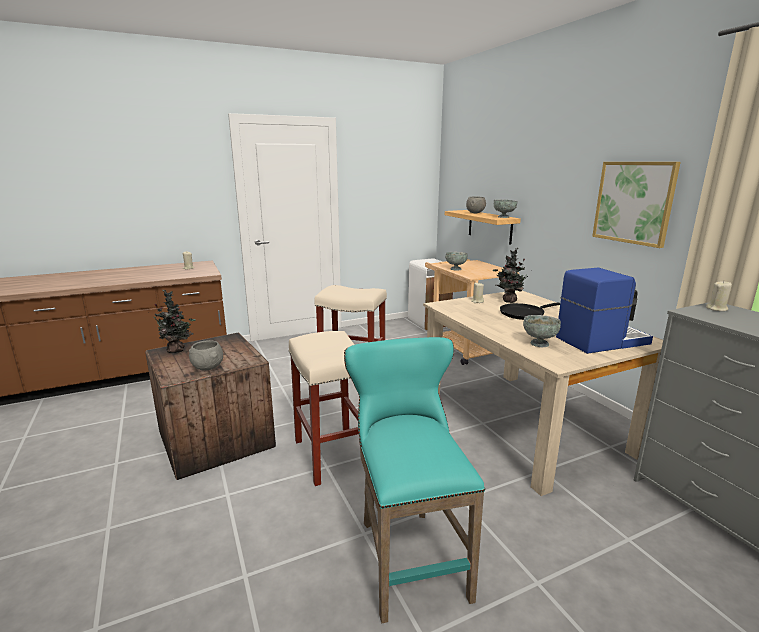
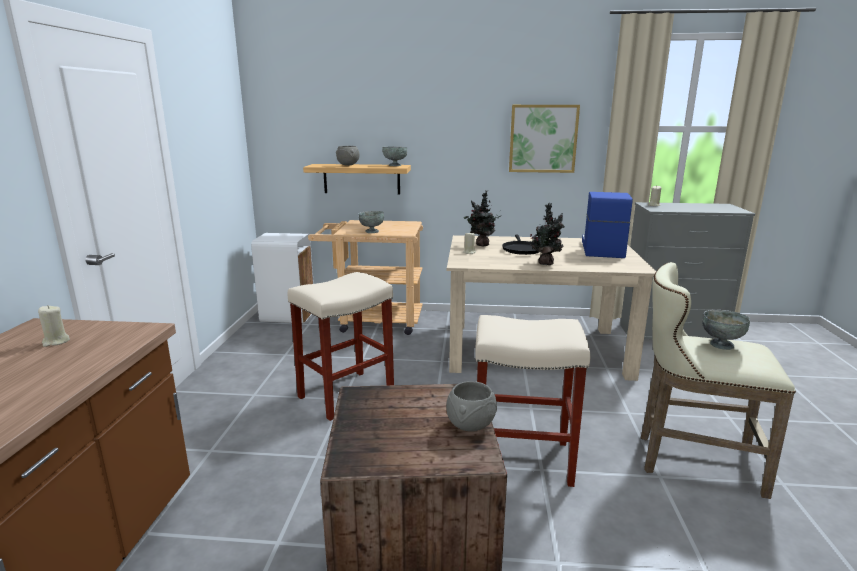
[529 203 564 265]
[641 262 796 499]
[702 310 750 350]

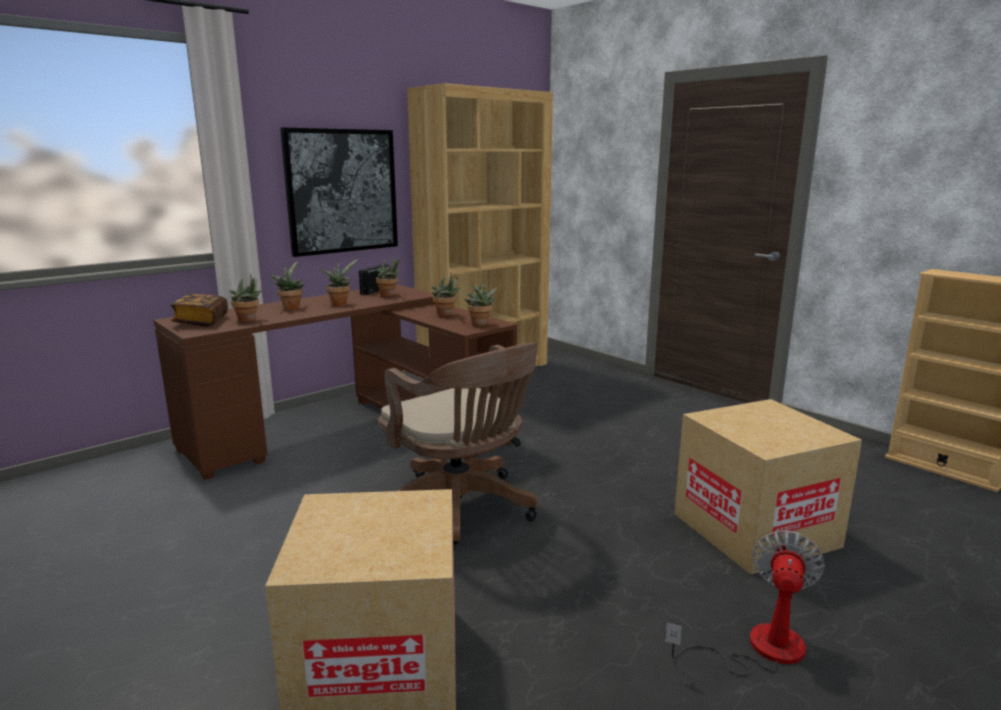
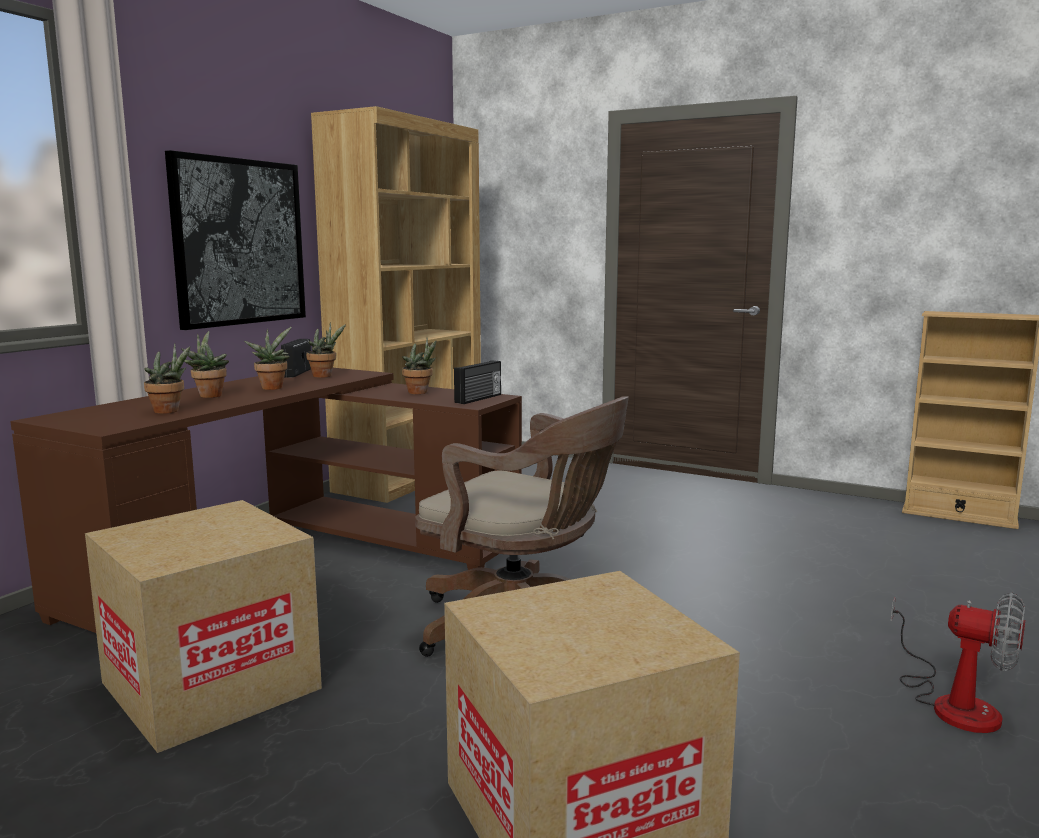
[170 294 228 326] (first image)
[454 360 501 404]
[891 592 1025 733]
[85 500 322 753]

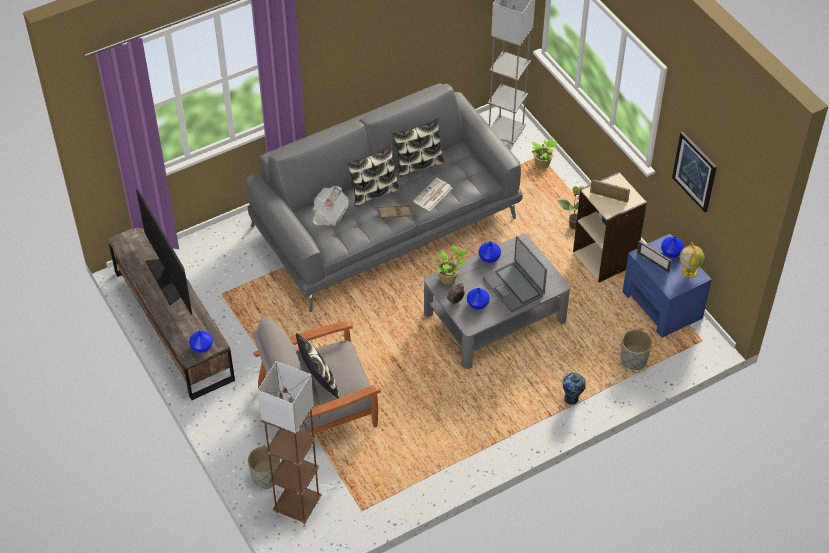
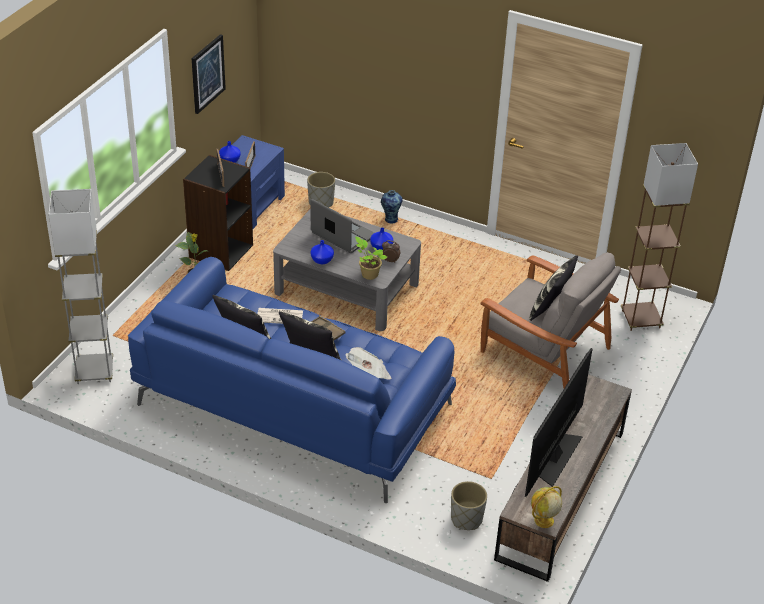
[189 331 213 353] (first image)
[128 257 456 503]
[451 481 487 530]
[311 199 374 253]
[532 137 557 168] (first image)
[183 155 253 271]
[531 486 562 528]

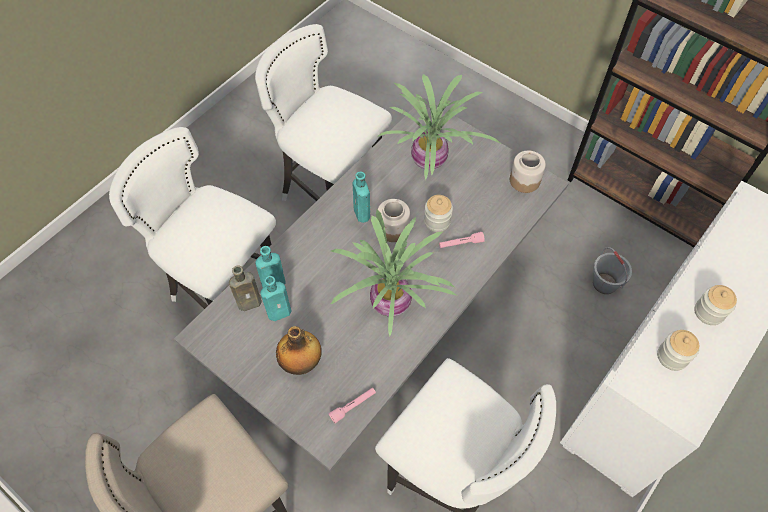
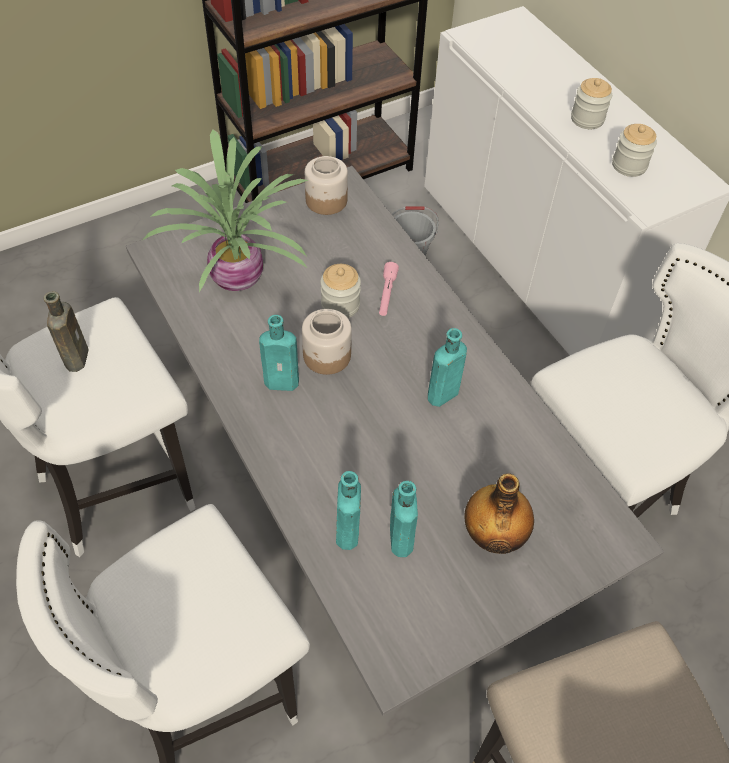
[44 291 89 372]
[329 388 376 424] (first image)
[428 328 467 407]

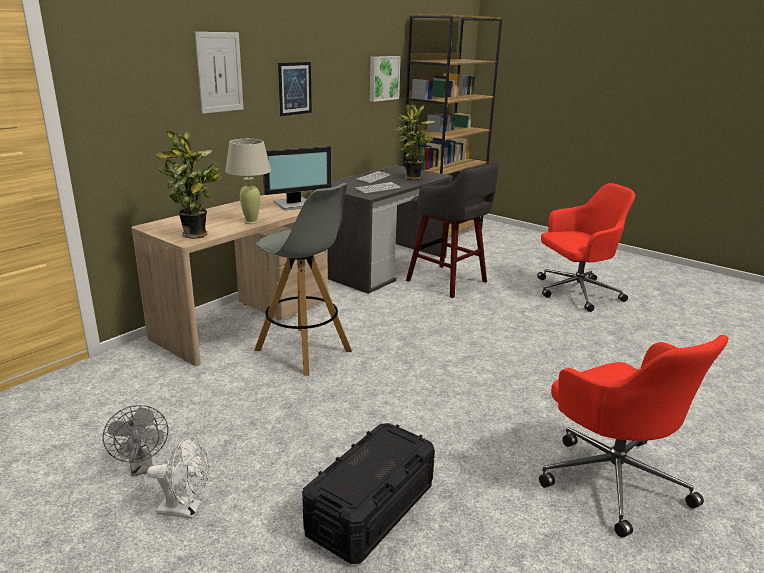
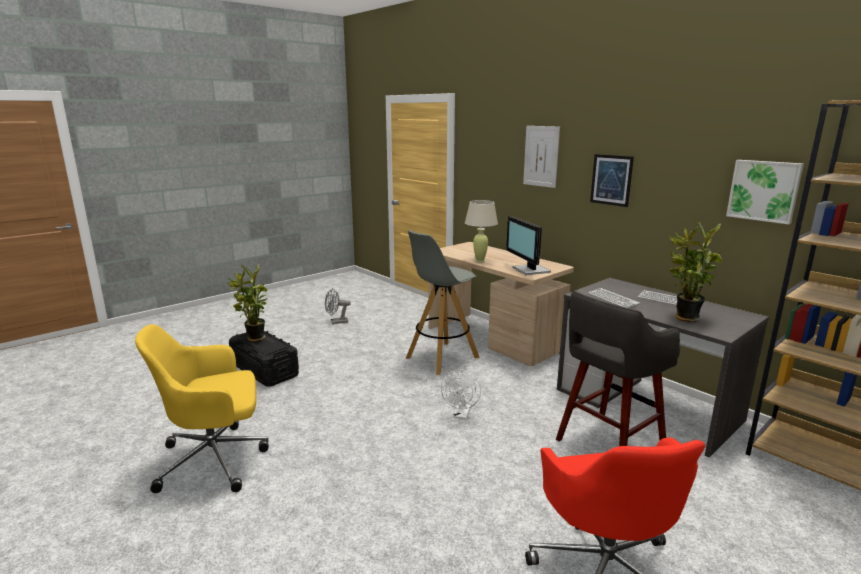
[441 369 481 419]
[227 263 268 342]
[135 324 269 493]

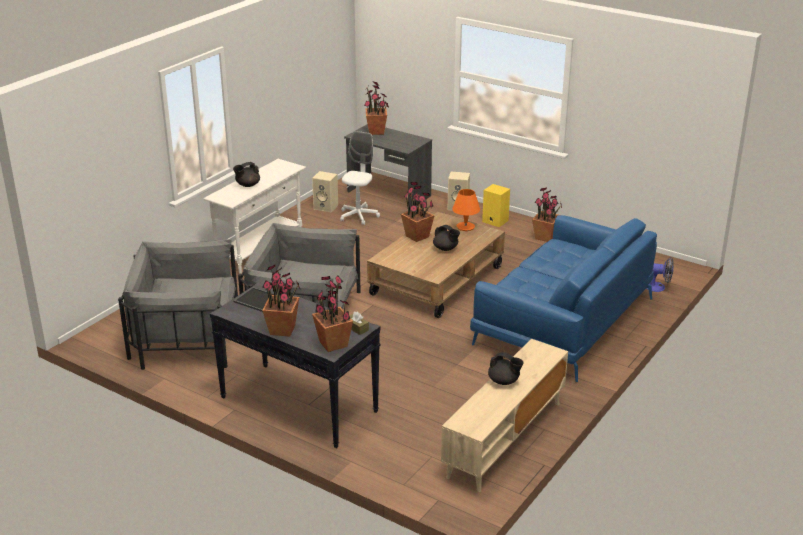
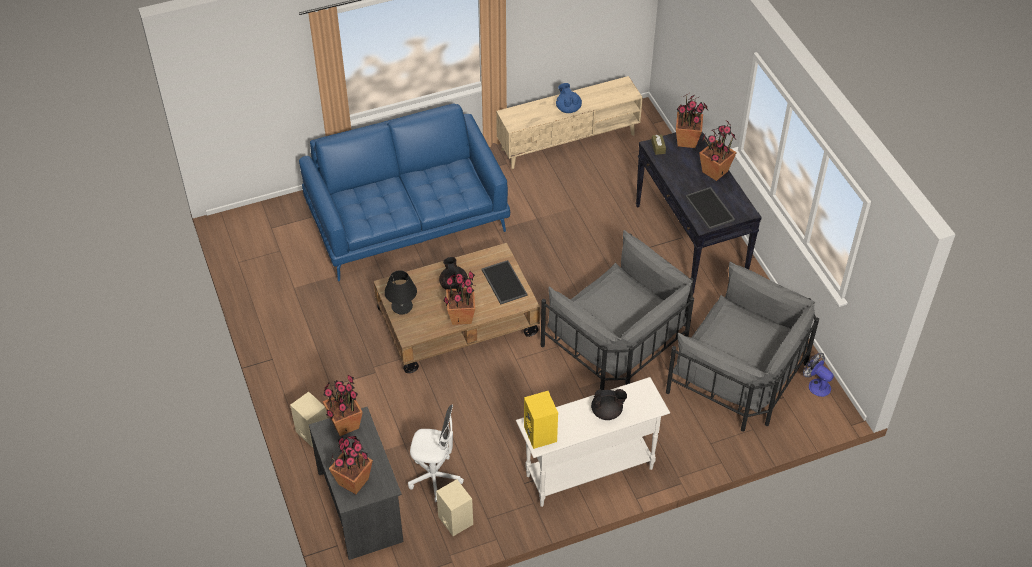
[408 405 464 502]
[384 270 417 315]
[524 391 558 449]
[556 83 582 113]
[323 374 363 436]
[803 353 834 397]
[481 260 528 305]

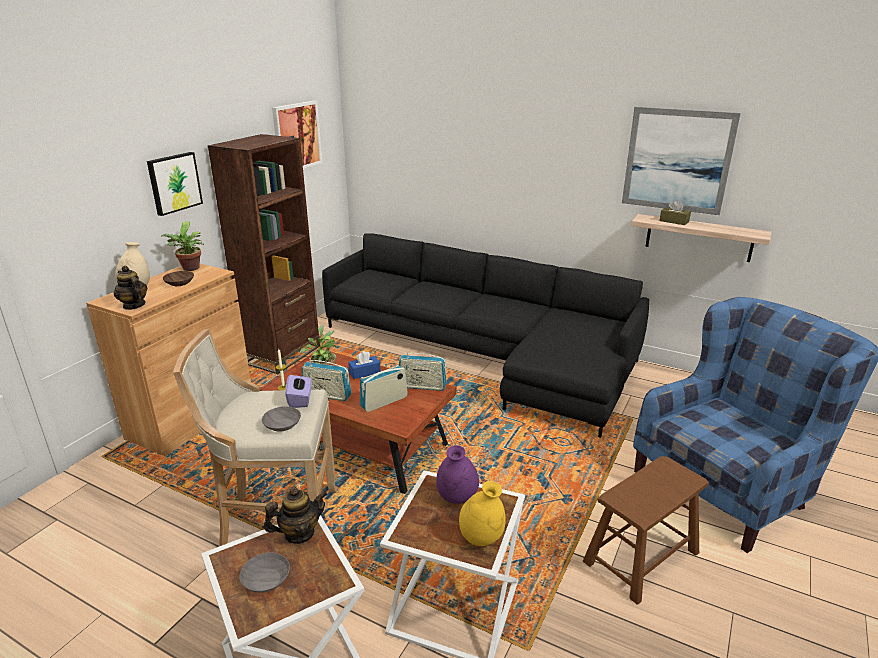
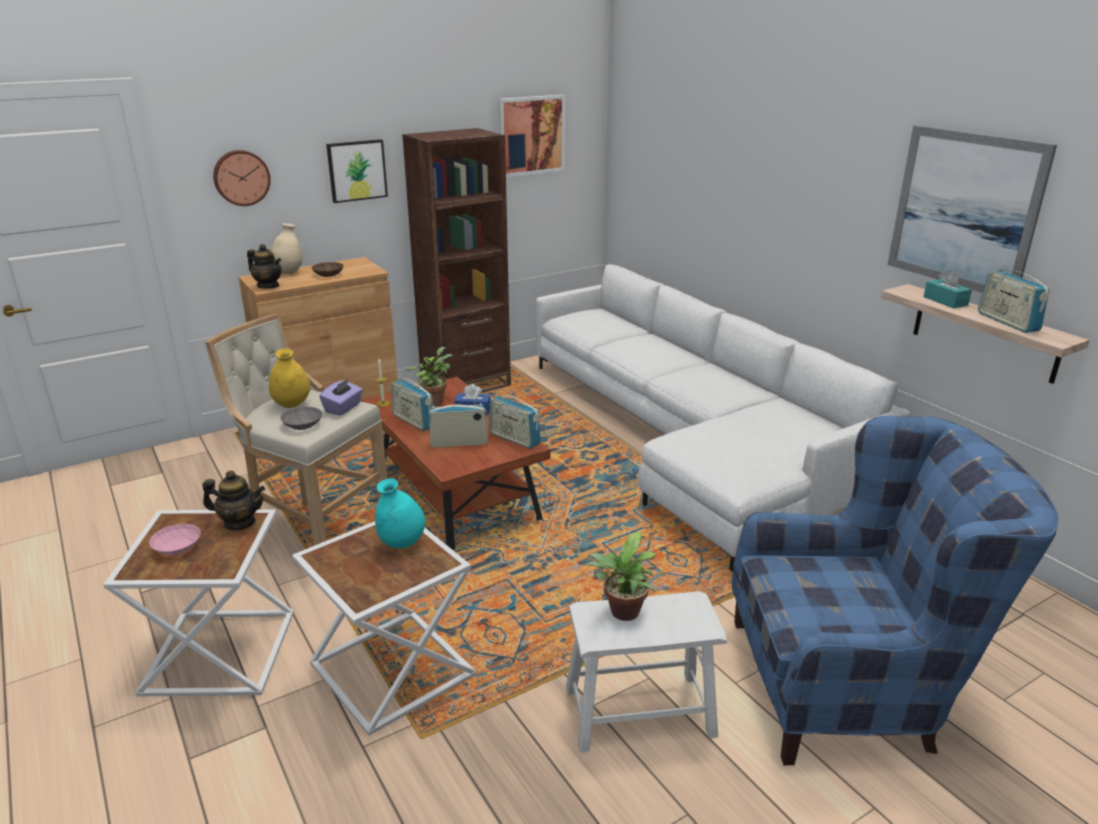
[247 244 282 289]
[586 532 656 621]
[149 524 201 555]
[535 264 911 572]
[375 479 425 549]
[269 348 310 408]
[566 591 727 753]
[924 269 972 308]
[213 150 271 206]
[978 263 1050 333]

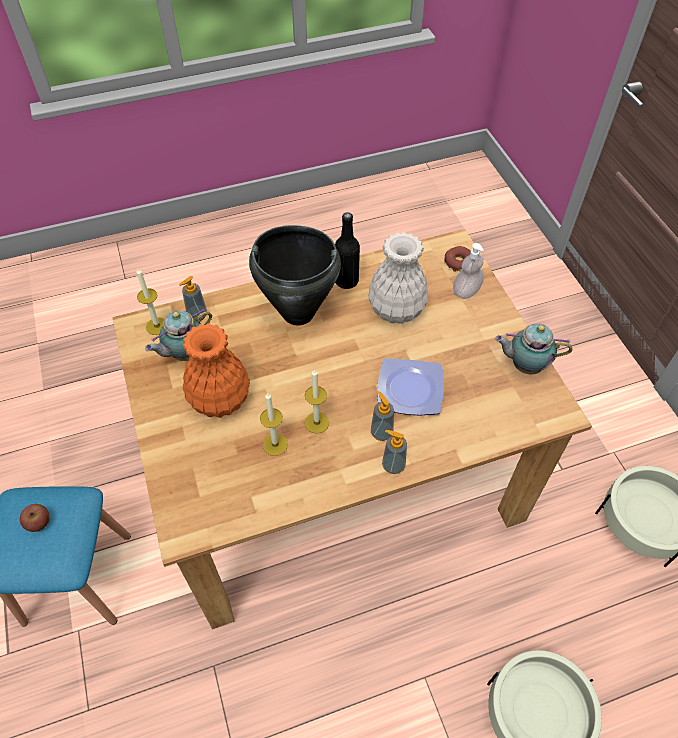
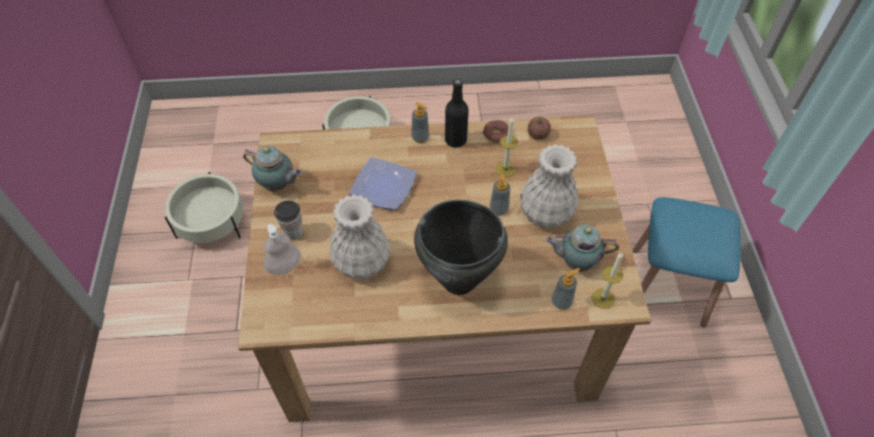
[528 117 551 140]
[546 225 619 272]
[520 144 578 228]
[305 369 329 434] (first image)
[445 79 469 148]
[490 174 510 216]
[483 120 509 143]
[274 200 302 240]

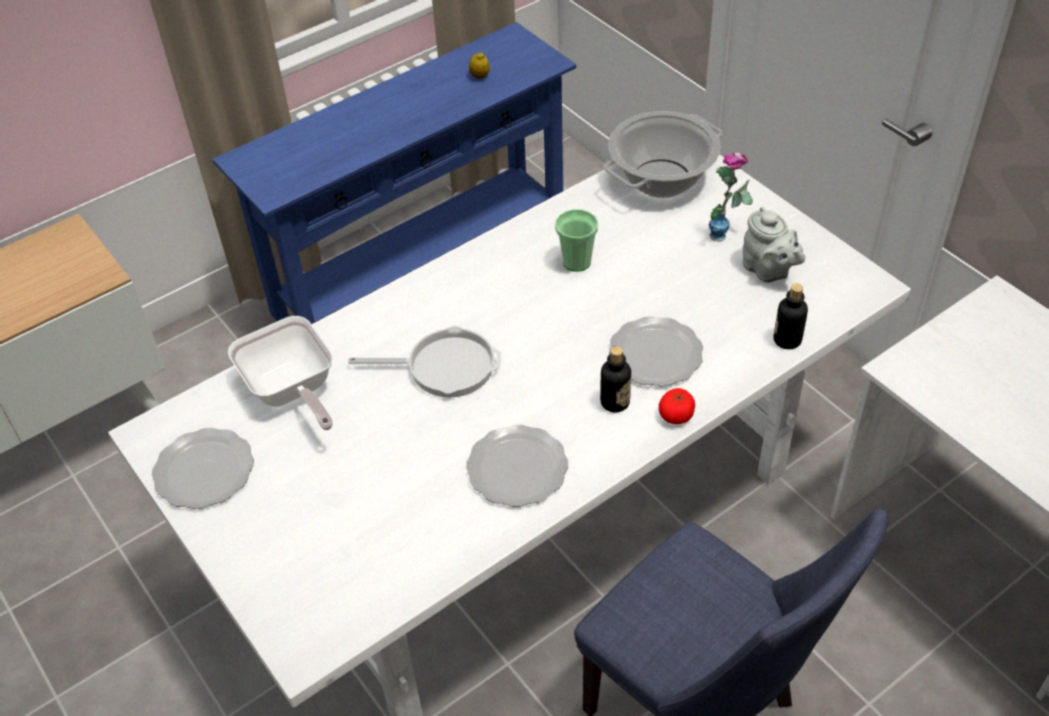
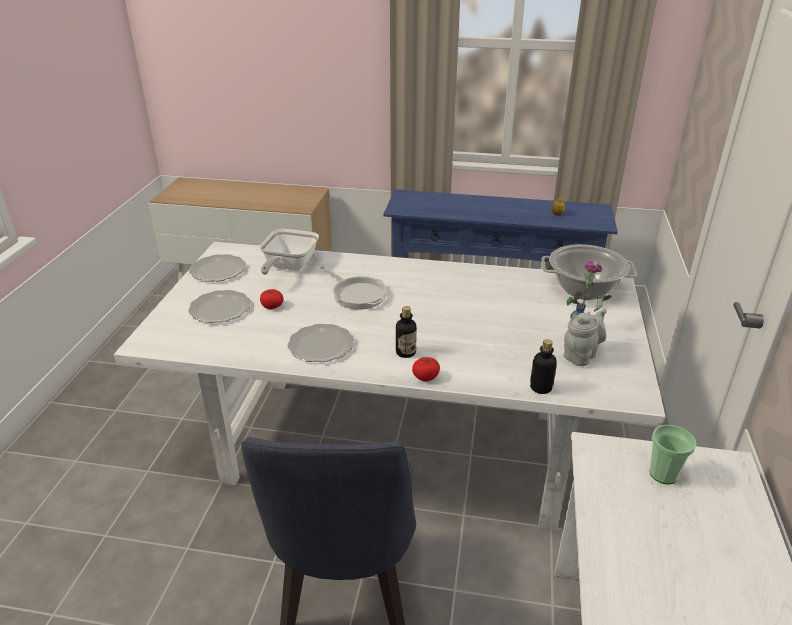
[649 425 697 484]
[188 290 251 323]
[564 308 607 366]
[260 289 284 309]

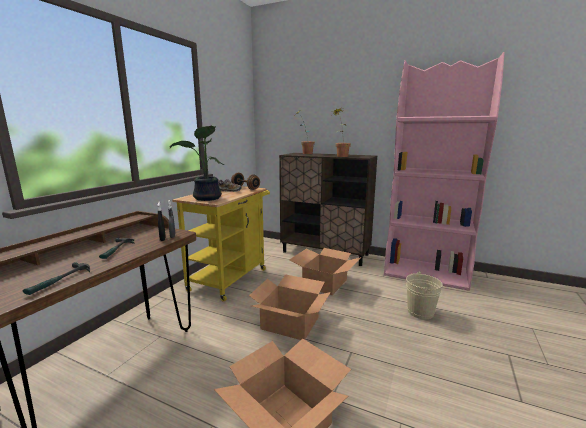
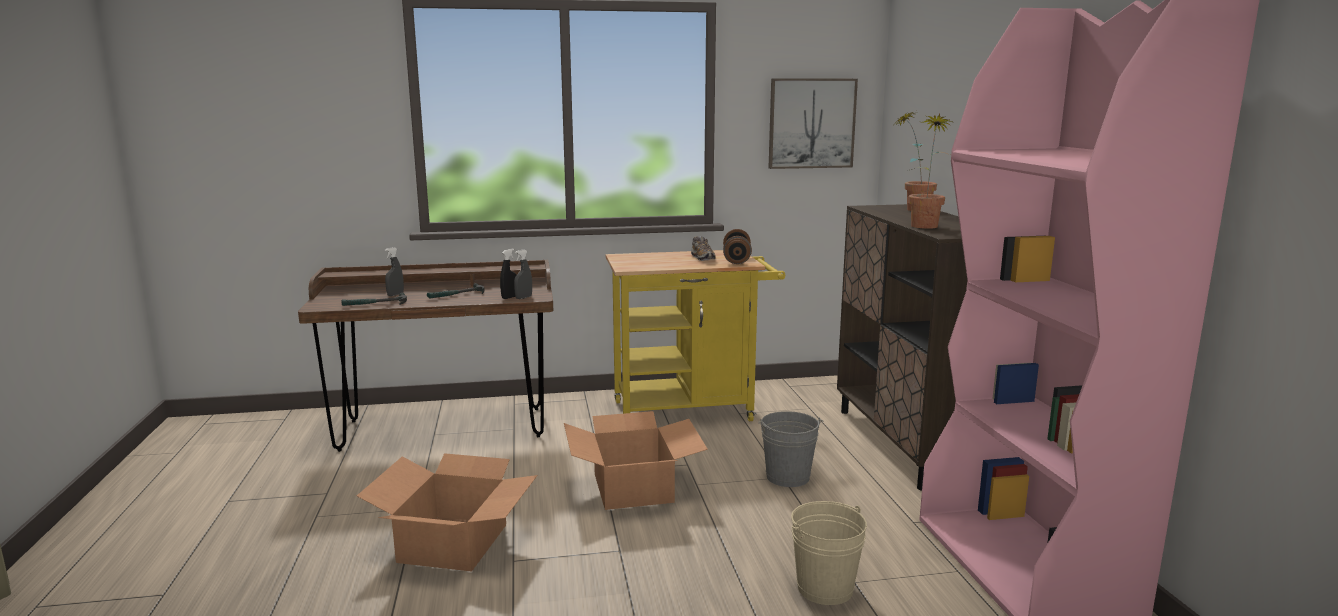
[170 126 224 201] (first image)
[758 411 824 487]
[385 247 404 296]
[769 79 858 169]

